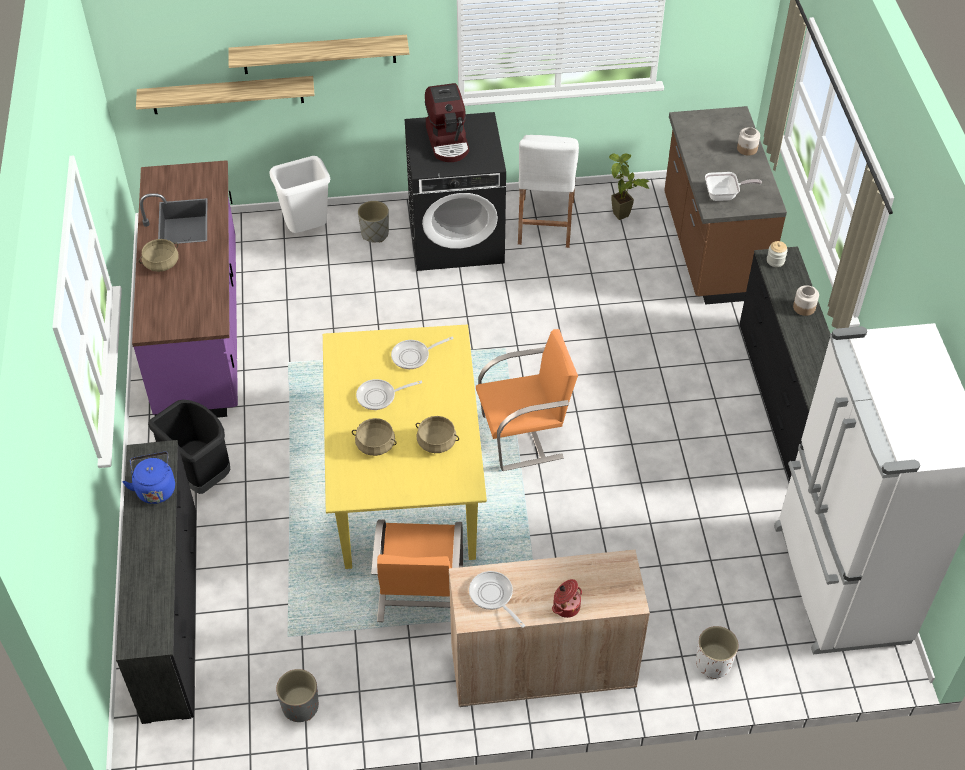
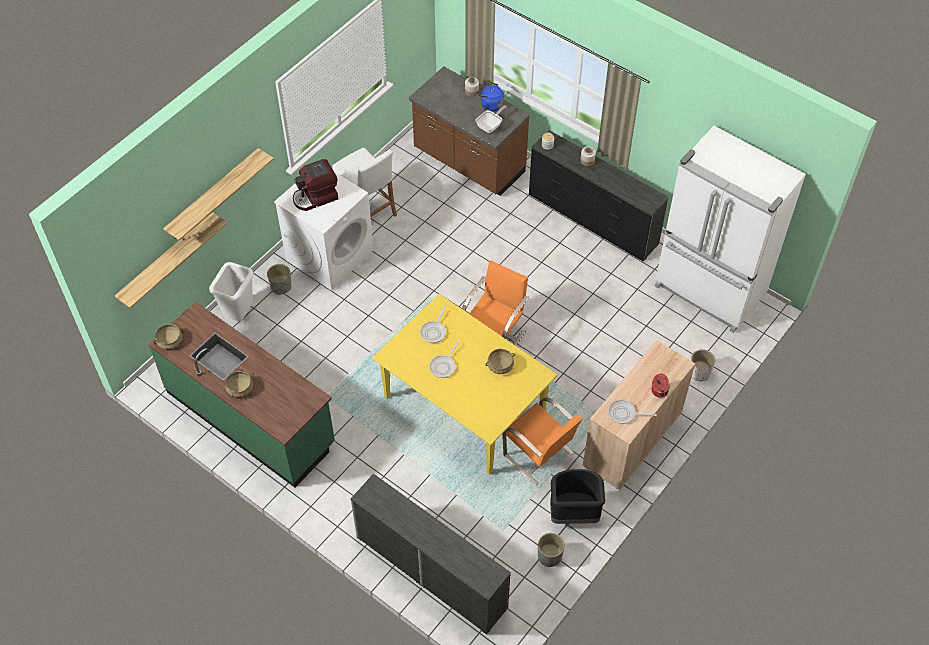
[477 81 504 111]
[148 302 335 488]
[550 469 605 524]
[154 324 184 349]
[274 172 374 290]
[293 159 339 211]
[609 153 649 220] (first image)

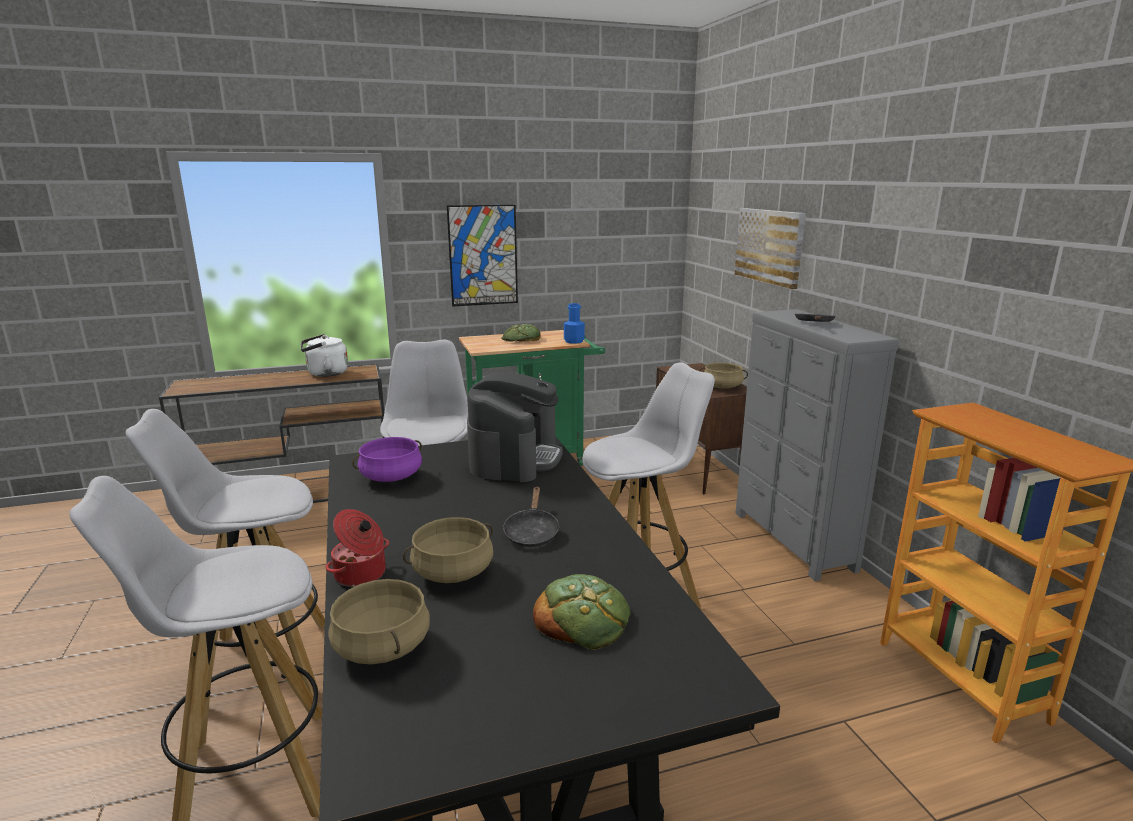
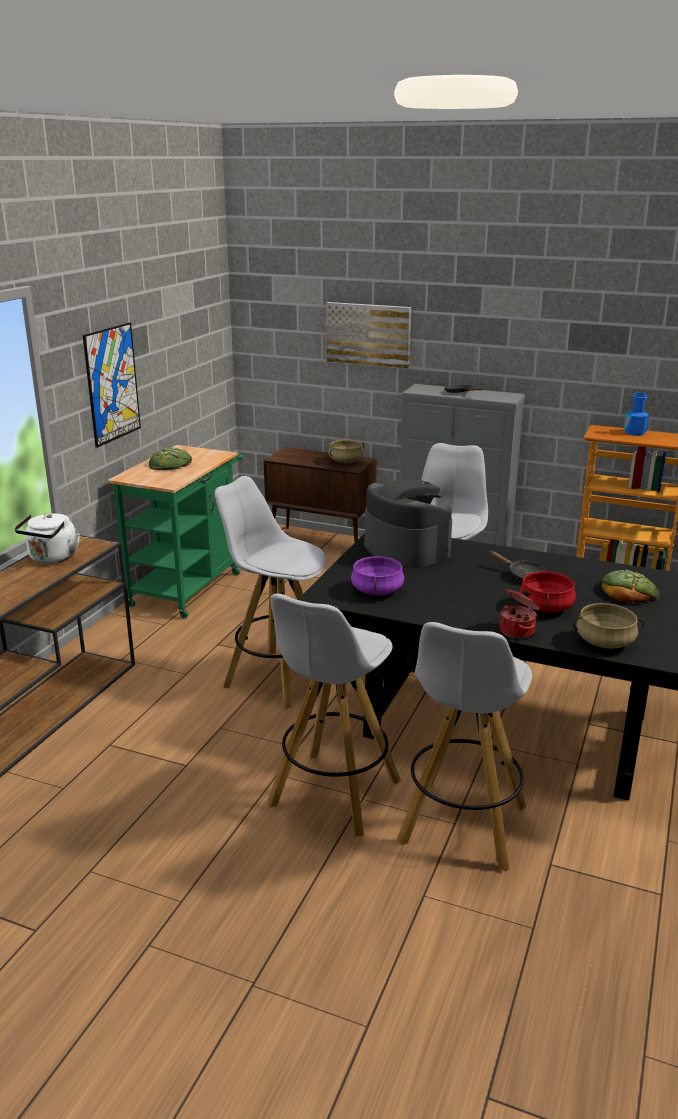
[519 571 576 613]
[624 393 649 436]

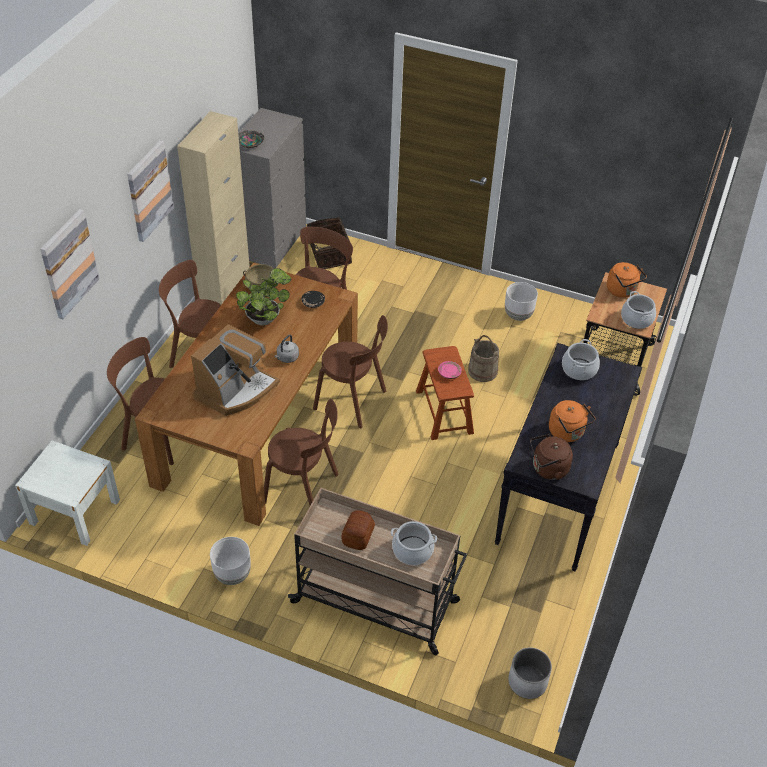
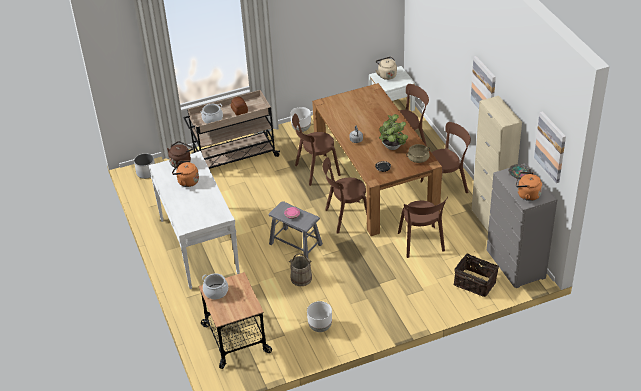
[534 111 566 183]
[191 324 280 416] (first image)
[269 201 323 258]
[149 151 240 289]
[562 339 600 380] (first image)
[516 172 542 201]
[376 57 397 80]

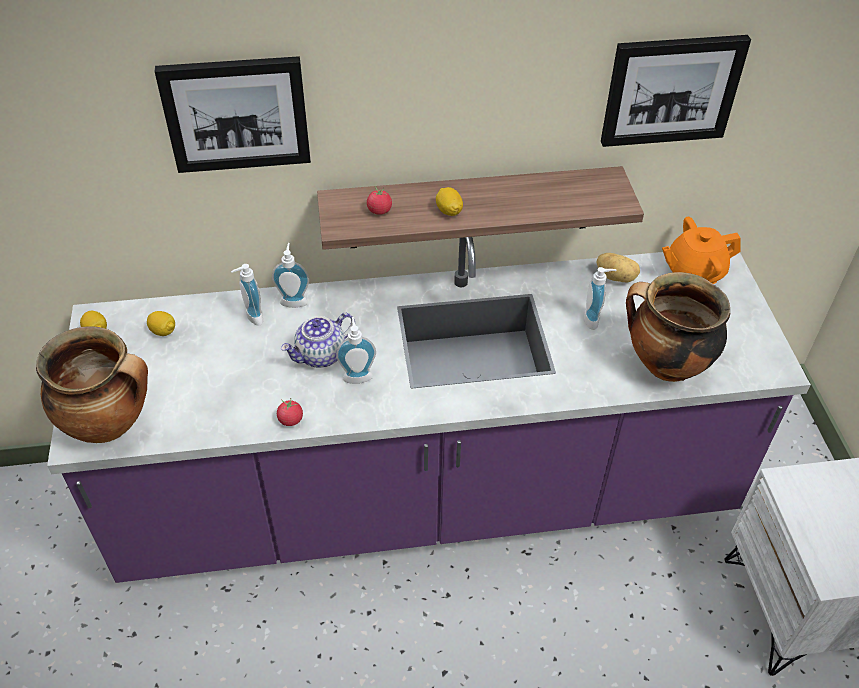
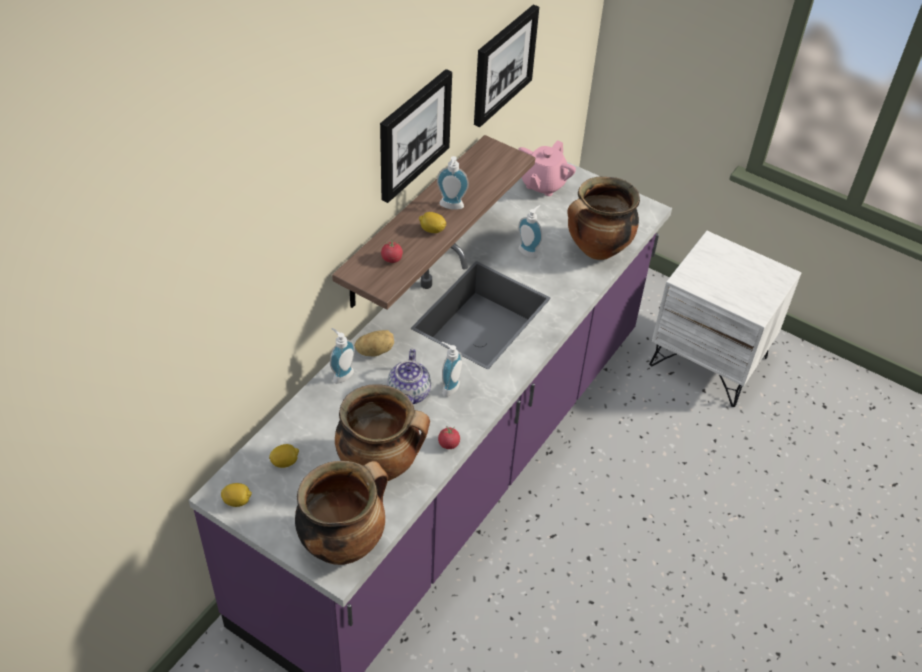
[380 69 452 203]
[437 156 469 210]
[355 330 394 357]
[518 140 576 196]
[335 384 430 481]

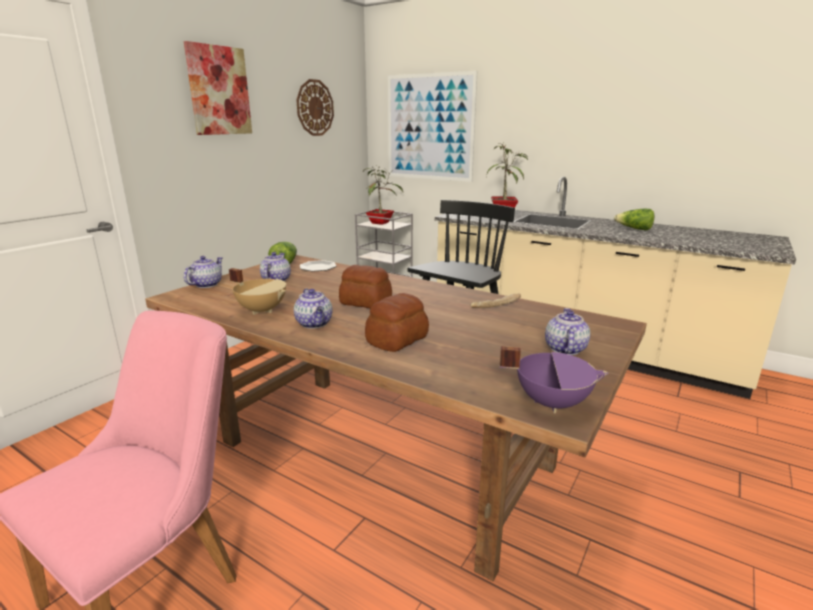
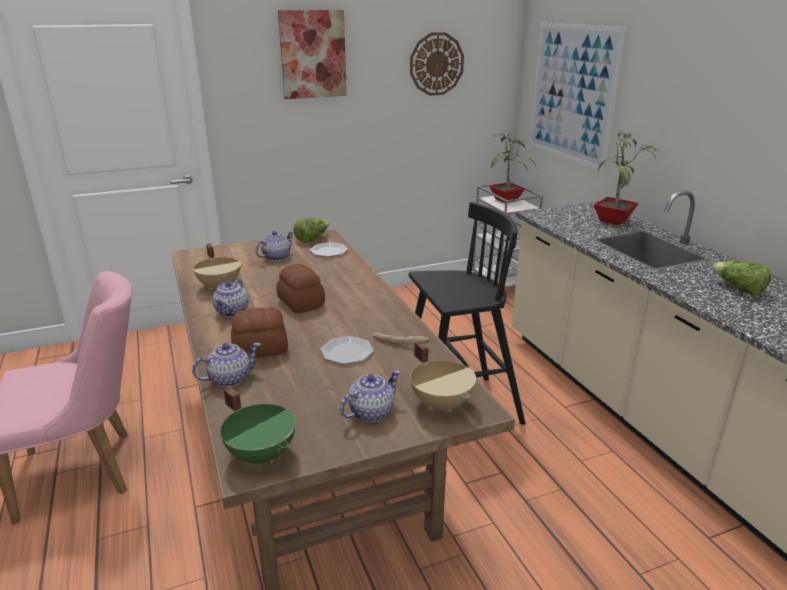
[192 343 261 387]
[220 387 296 464]
[321 336 374 364]
[410 341 476 412]

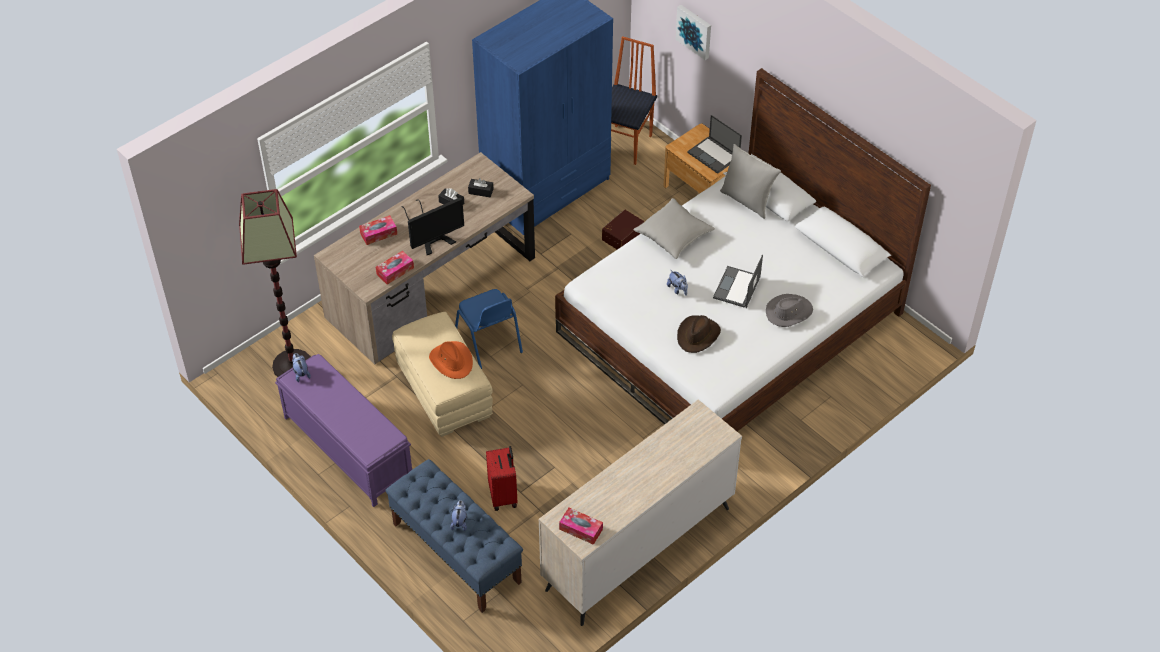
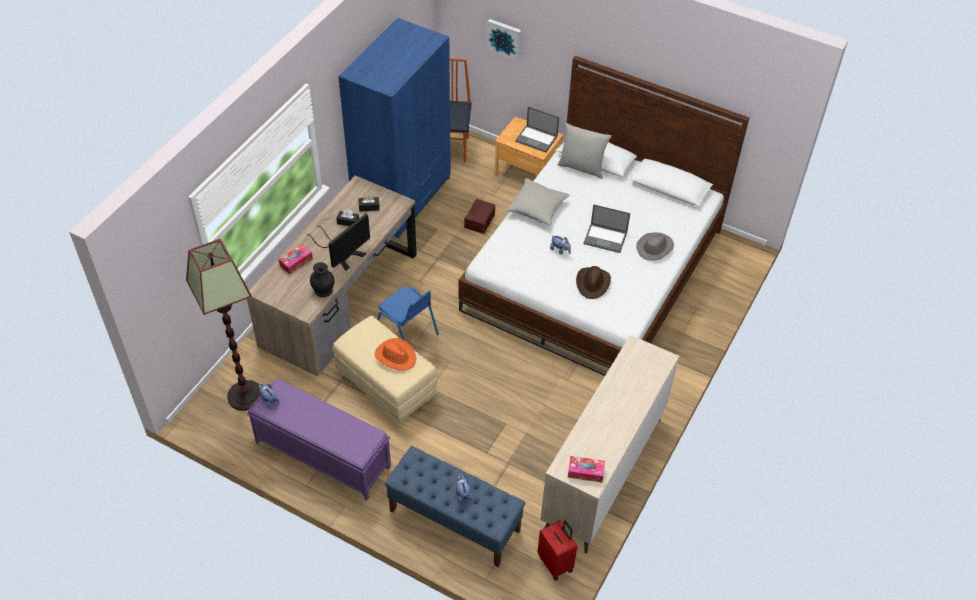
[310 262 334 297]
[537 520 577 580]
[583 204 630 253]

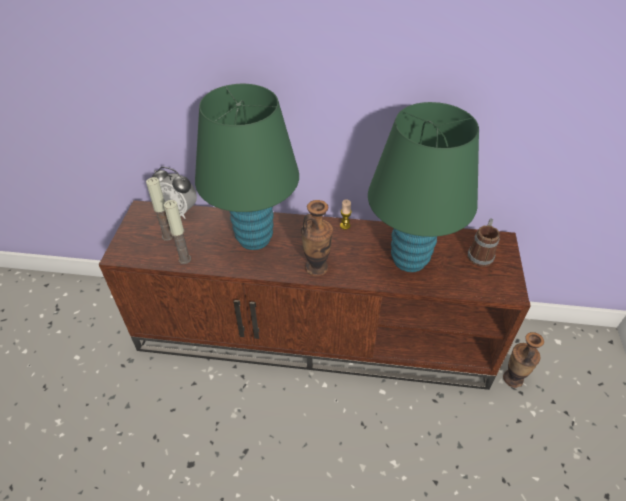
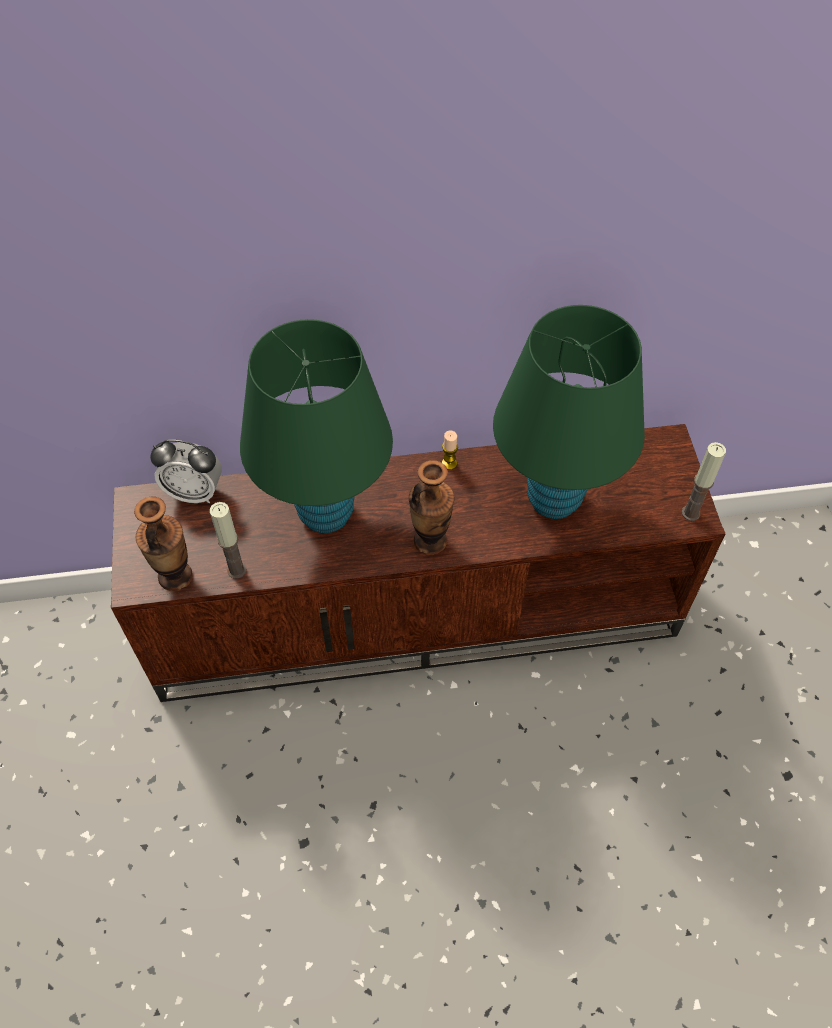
[682 442 726 521]
[468 218 500 266] (first image)
[134 496 193 591]

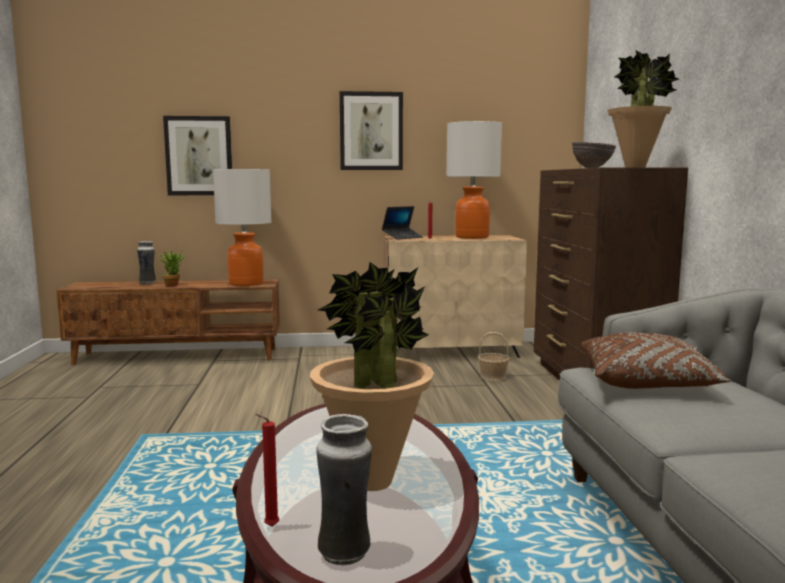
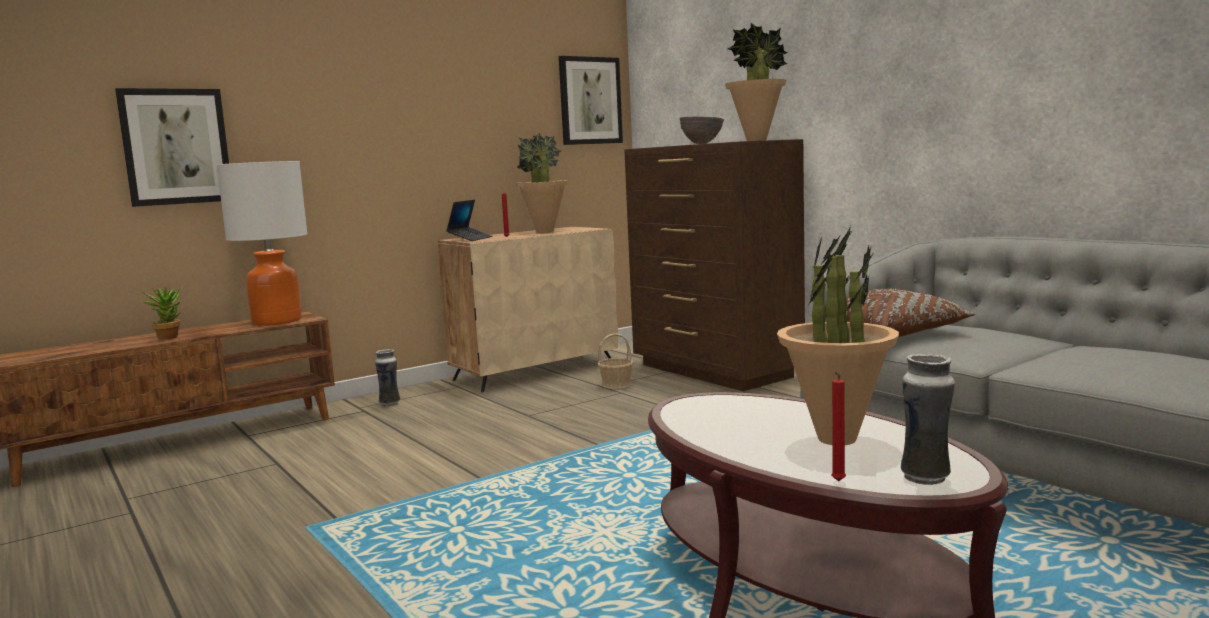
[375 349 400 407]
[559 56 623 145]
[516 132 569 233]

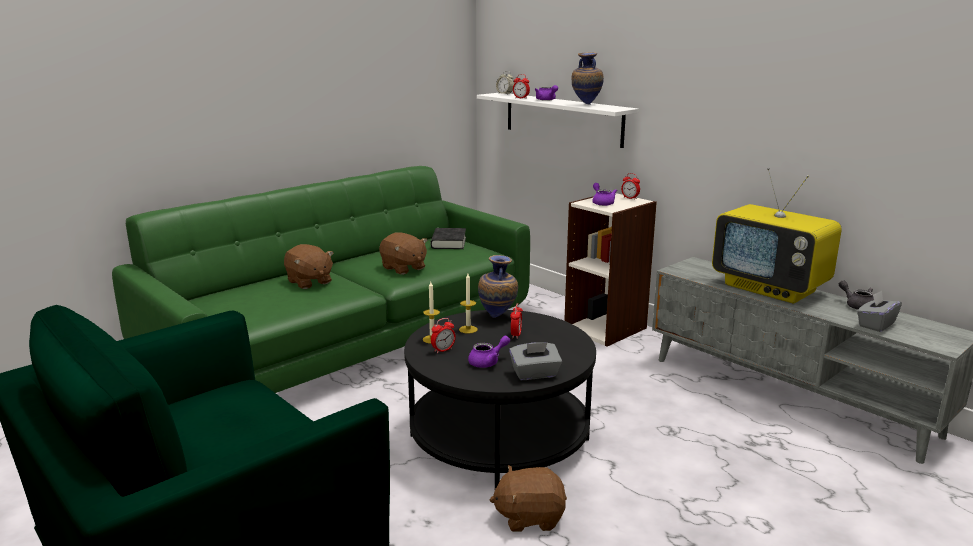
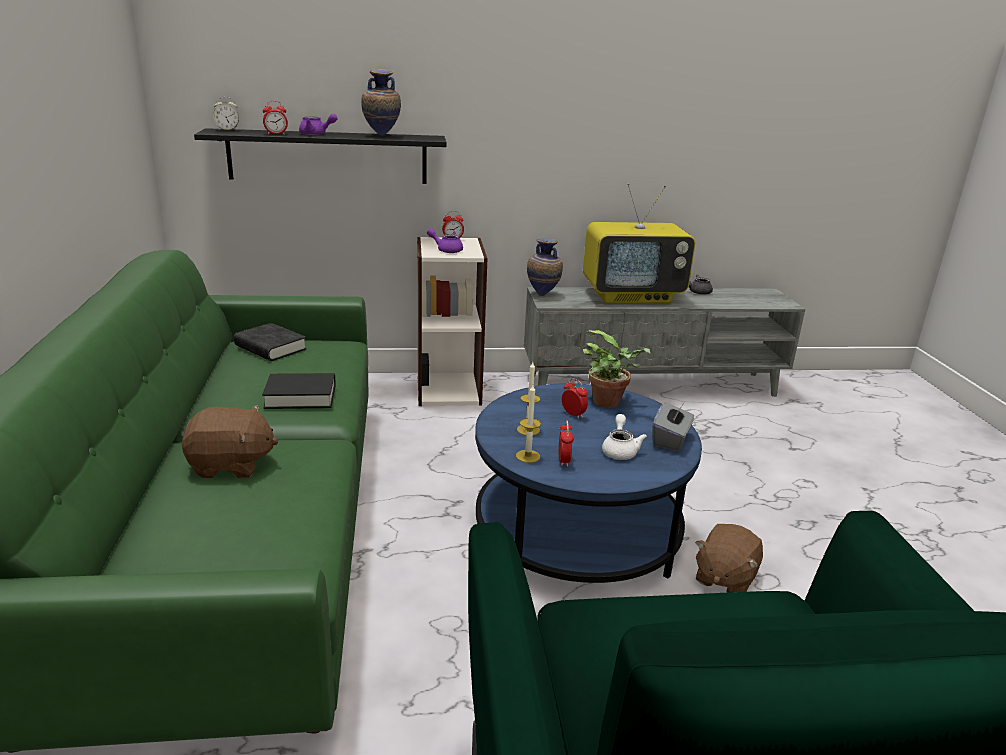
[262 373 336 409]
[475 383 702 583]
[602 414 647 460]
[194 128 446 184]
[527 238 563 296]
[857 290 902 332] (first image)
[583 330 650 408]

